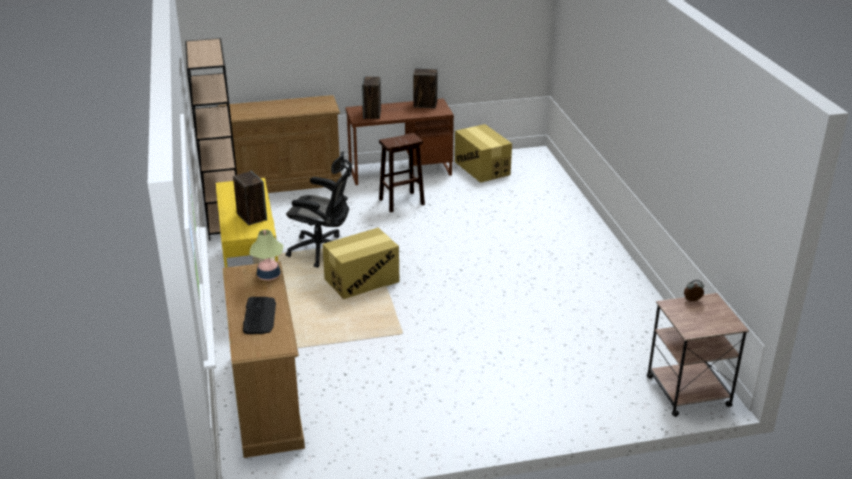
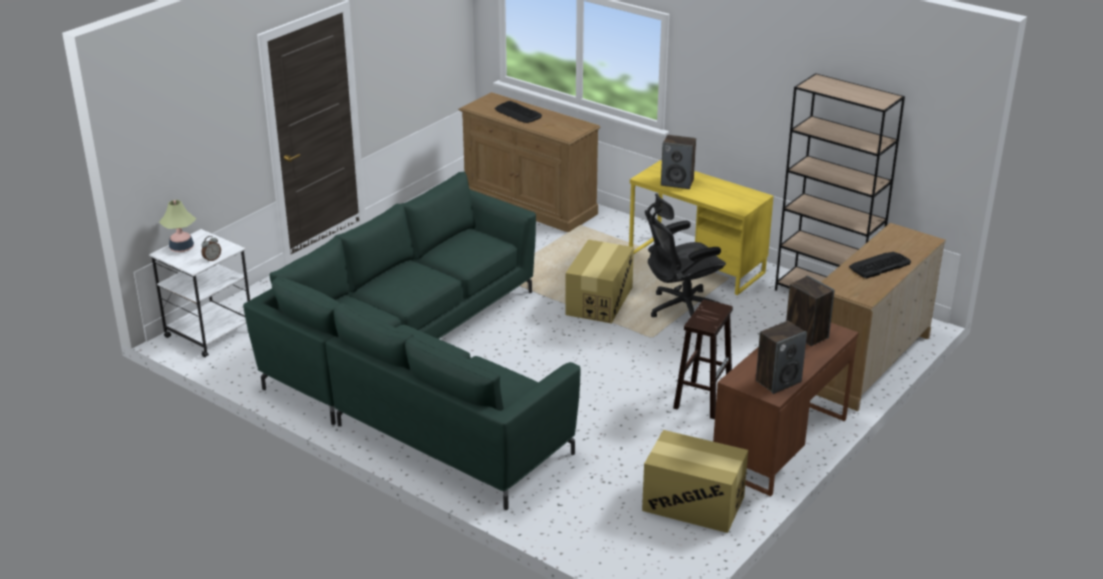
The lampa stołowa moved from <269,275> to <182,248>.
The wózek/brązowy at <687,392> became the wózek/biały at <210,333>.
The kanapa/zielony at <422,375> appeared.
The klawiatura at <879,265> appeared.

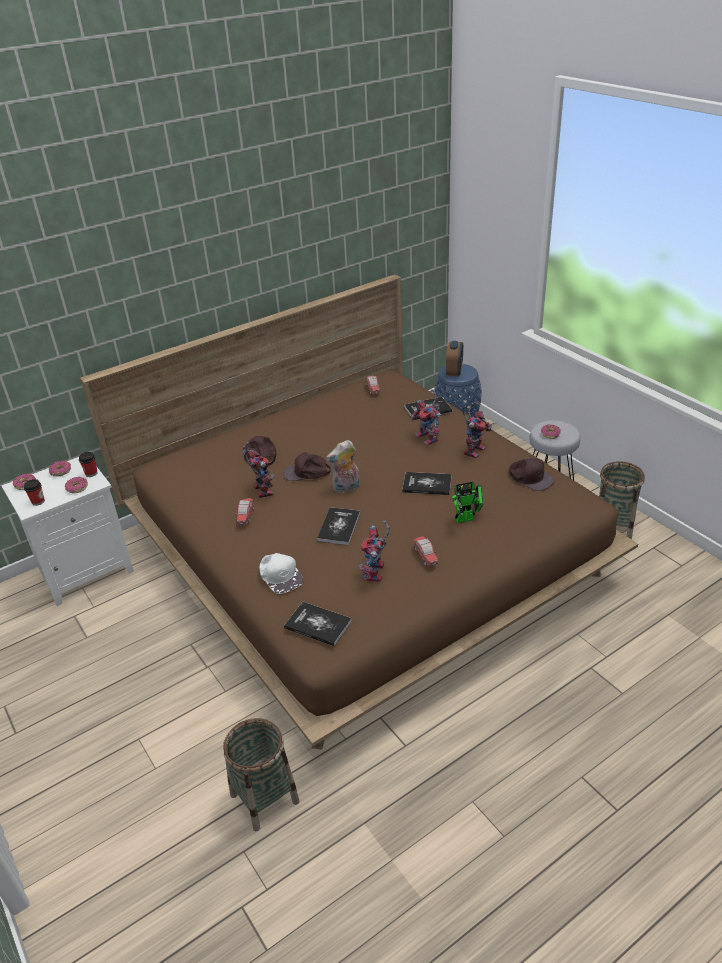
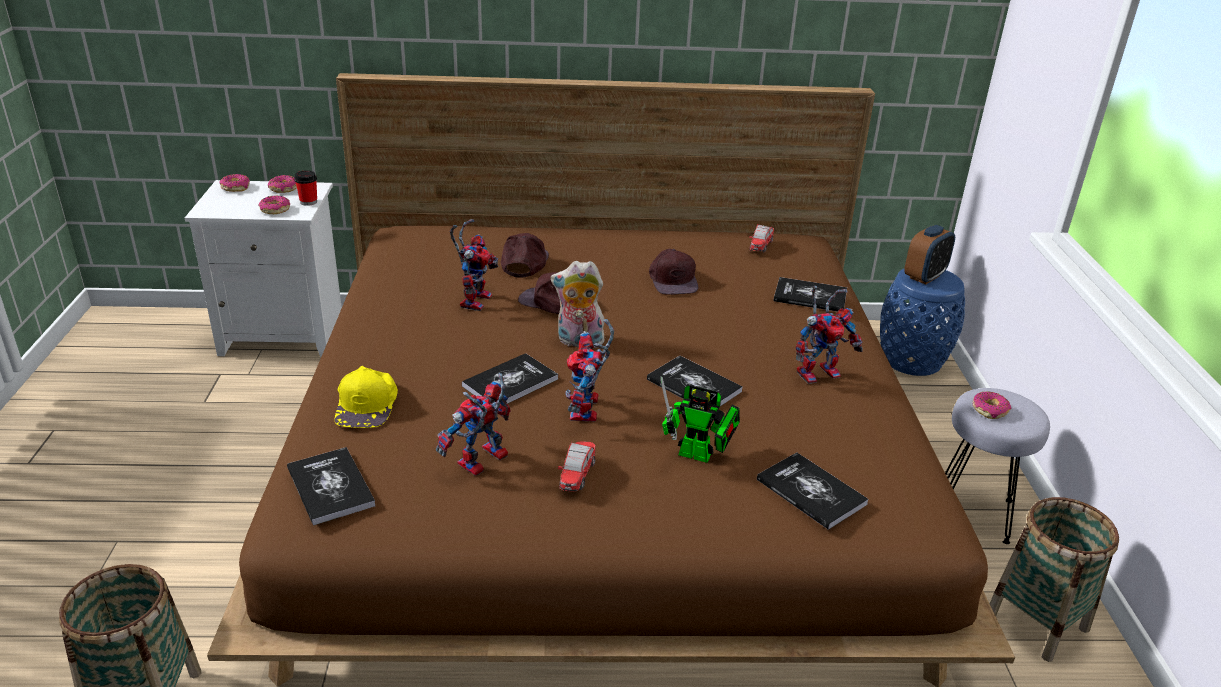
The robot zabawkowy moved from <429,439> to <587,412>.
The czapka z daszkiem/brązowy moved from <530,477> to <673,279>.
The filiżanka at <38,501> disappeared.
The samochodzik at <246,516> disappeared.
The czapka z daszkiem/biały at <280,575> became the czapka z daszkiem/żółty at <368,404>.
The książka at <811,492> appeared.

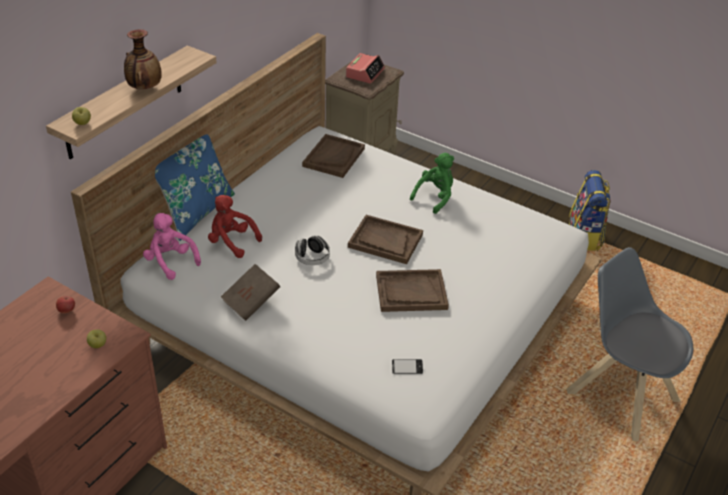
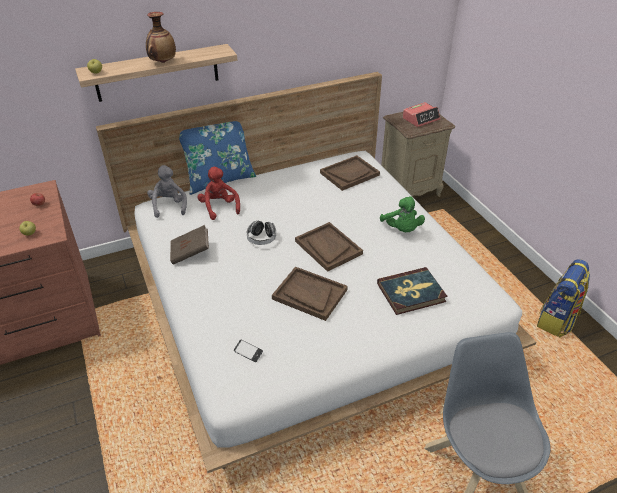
The pluszak/zielony at <435,197> turned 90 degrees clockwise.
The pluszak/różowy at <170,261> became the pluszak/szary at <169,206>.
The książka at <411,293> appeared.

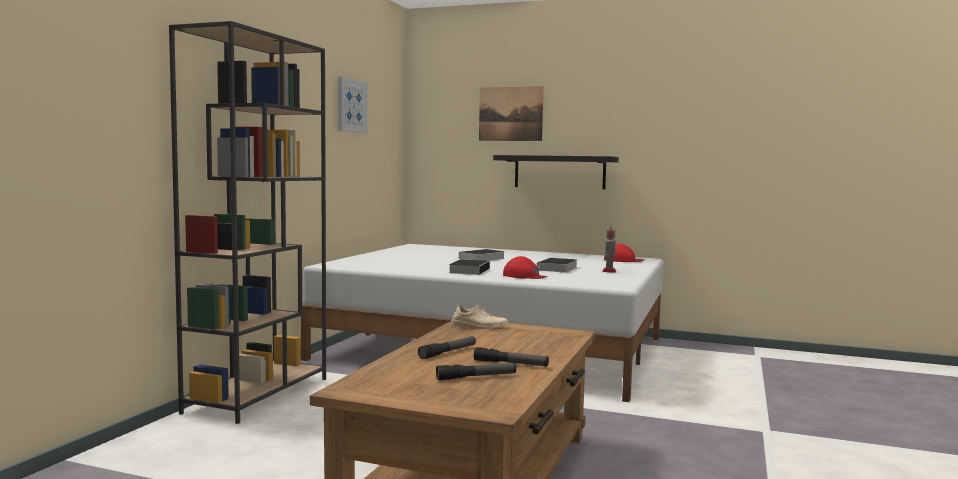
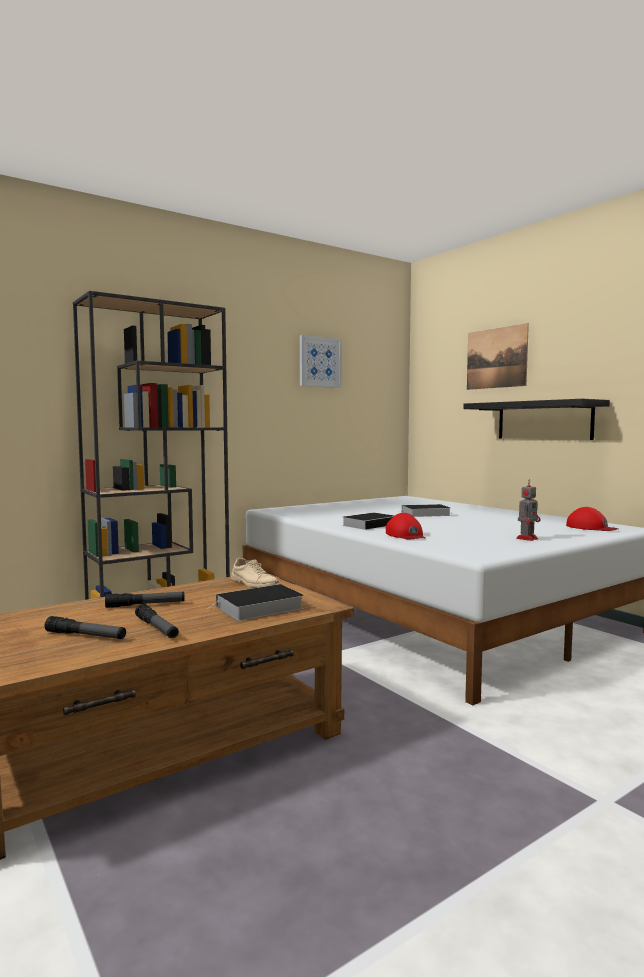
The książka moved from <557,269> to <258,608>.

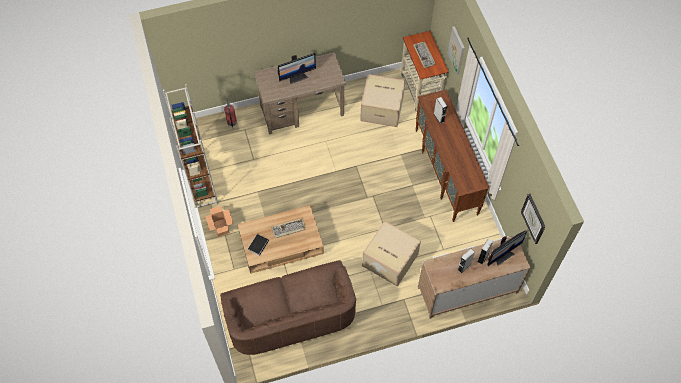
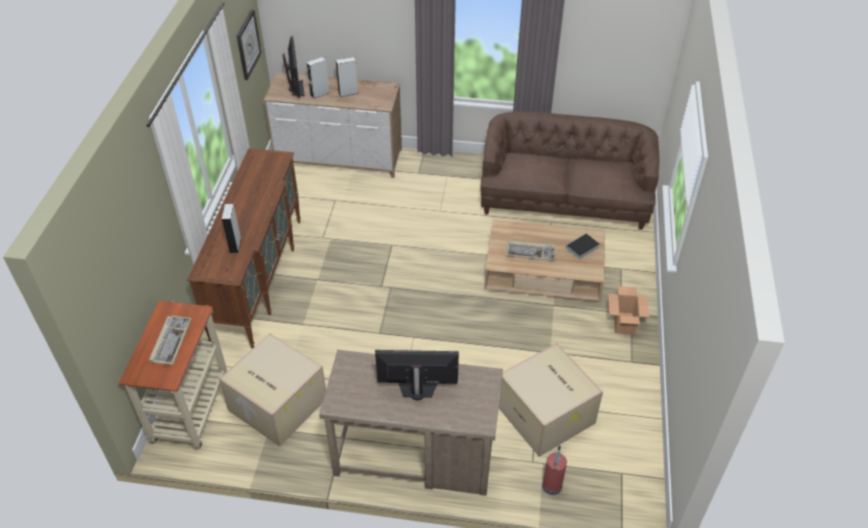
The obraz at <457,50> disappeared.
The regał/brązowy at <200,180> disappeared.
The karton moved from <389,260> to <547,414>.
The monitor at <502,255> turned 90 degrees clockwise.

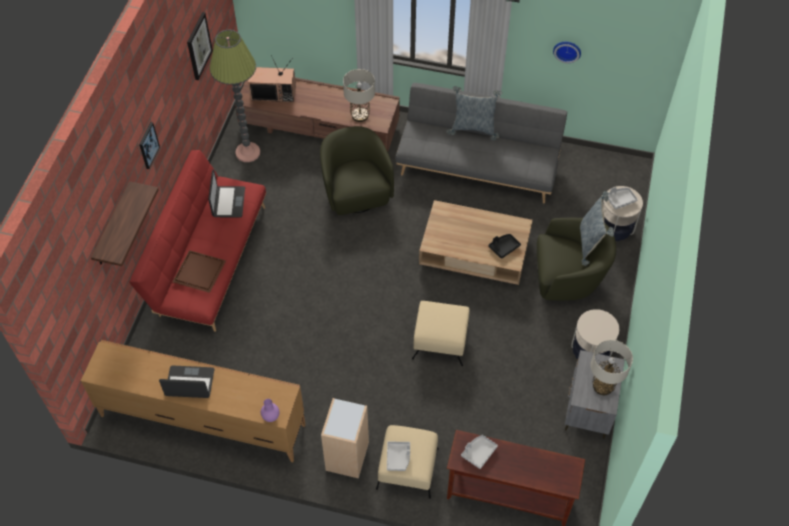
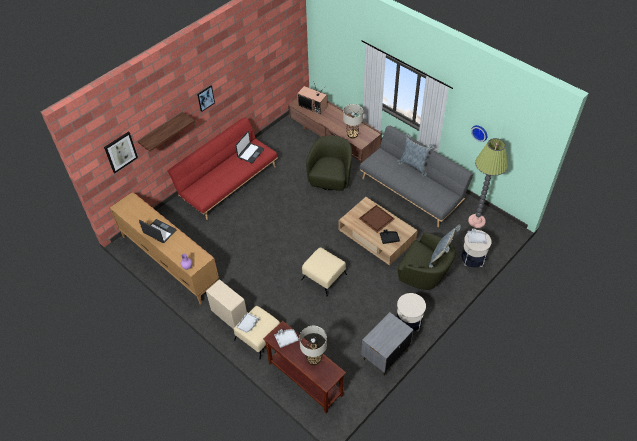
The obraz moved from <198,46> to <120,152>.
The lampa stojąca moved from <248,152> to <476,221>.
The taca/brązowy moved from <198,272> to <375,219>.
The lampa stołowa moved from <603,386> to <314,358>.
The regał at <346,457> was replaced by the szafka nocna/beżowy at <230,315>.

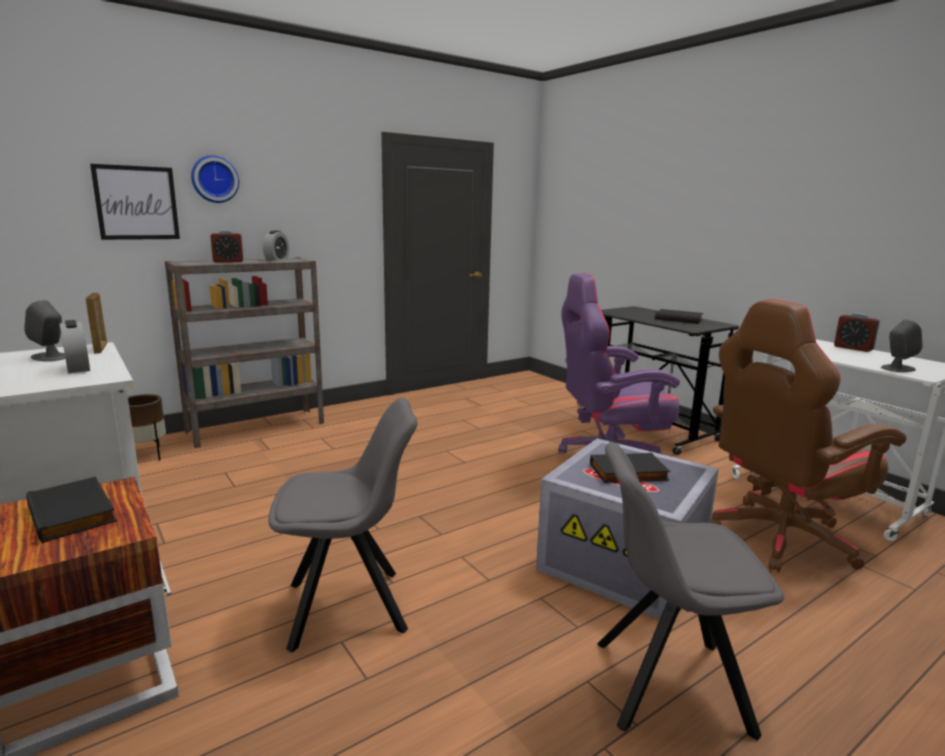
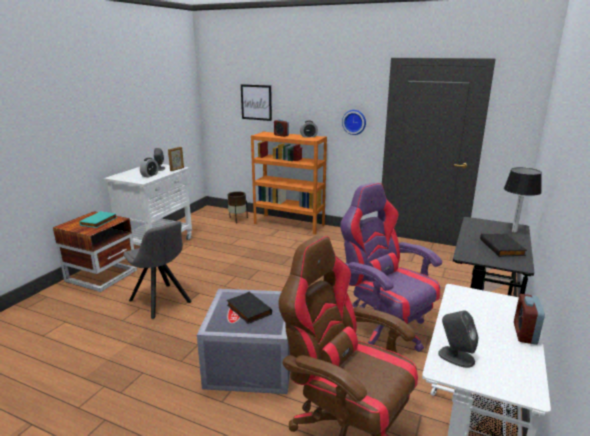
The zegar ścienny moved from <214,179> to <354,122>.
The regał/szary at <256,427> became the regał/pomarańczowy at <289,224>.
The krzesło/szary at <669,685> disappeared.
The książka/czarny at <74,513> became the książka/turkusowy at <99,221>.
The lampa stołowa at <514,231> appeared.

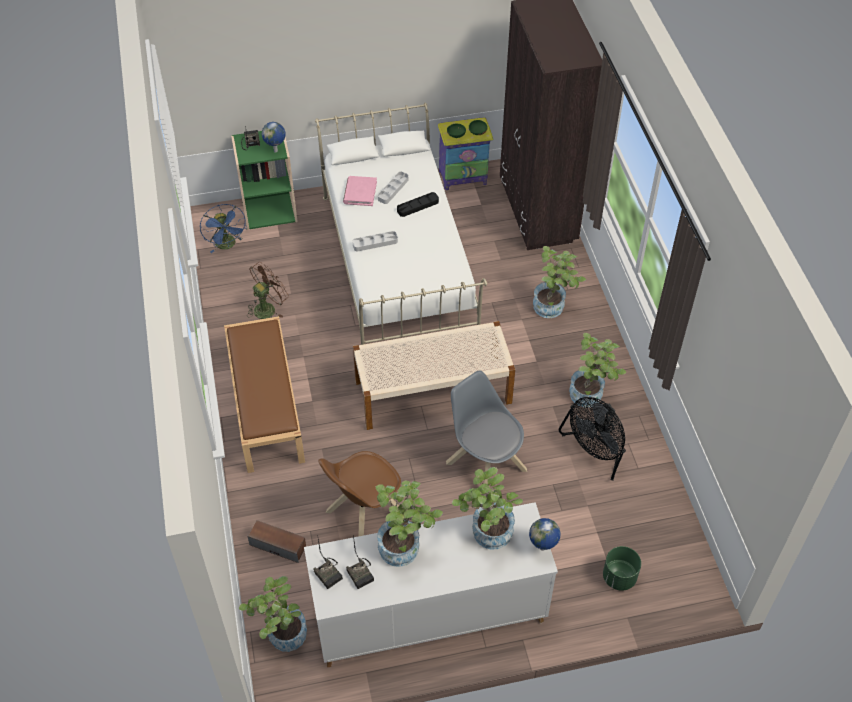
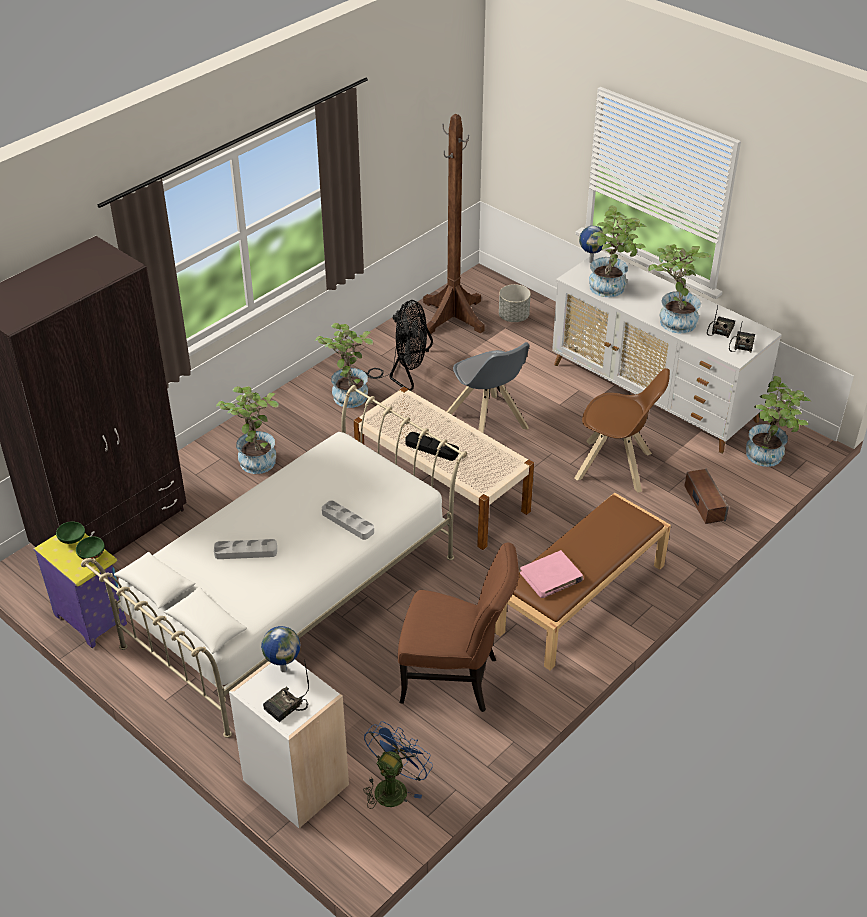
The regał/zielony at <270,210> became the regał/biały at <294,782>.
The książka/różowy moved from <360,192> to <551,577>.
The taca/czarny moved from <417,206> to <432,448>.
The wentylator/brązowy at <268,307> was replaced by the krzesło/brązowy at <456,679>.
The krzesło/szary at <484,464> turned 45 degrees counterclockwise.
The donica/zielony at <619,577> became the donica/szary at <513,317>.
The wieszak/brązowy at <453,316> appeared.

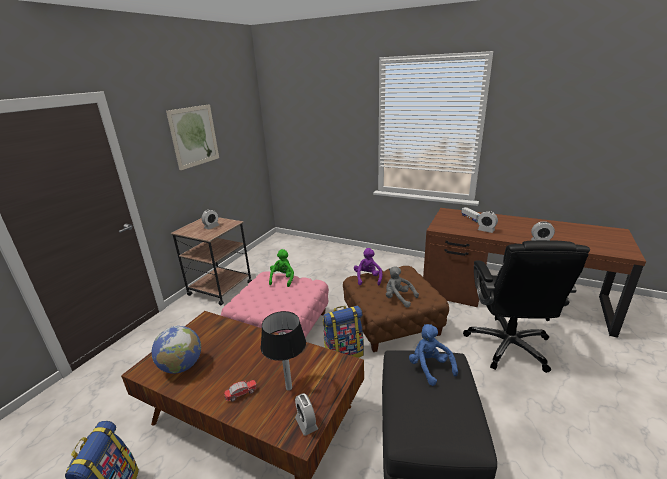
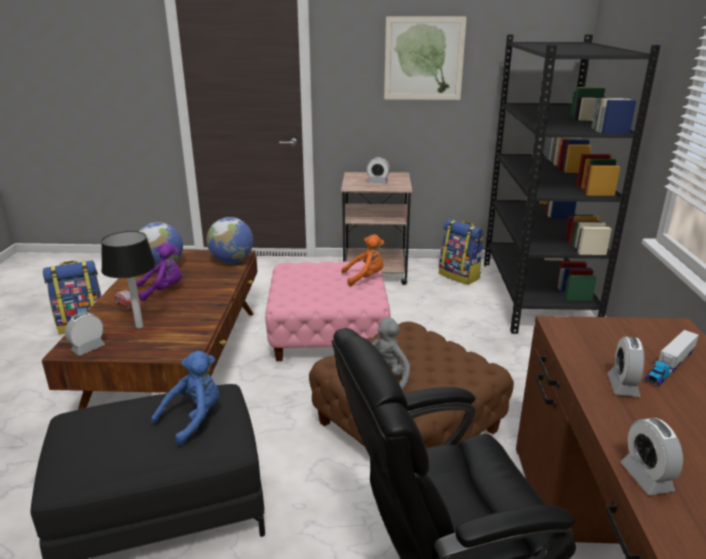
The pluszak/fioletowy moved from <368,278> to <163,290>.
The pluszak/zielony at <283,279> became the pluszak/pomarańczowy at <365,277>.
The plecak moved from <344,353> to <459,276>.
The regał/czarny at <535,296> appeared.
The globus at <232,261> appeared.

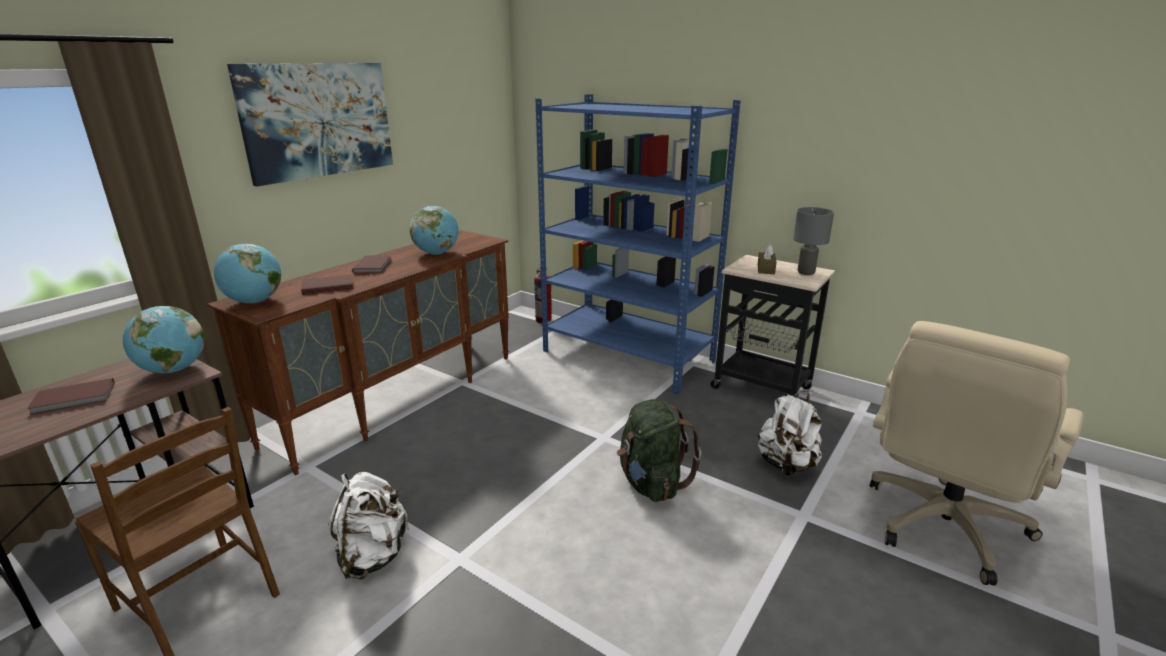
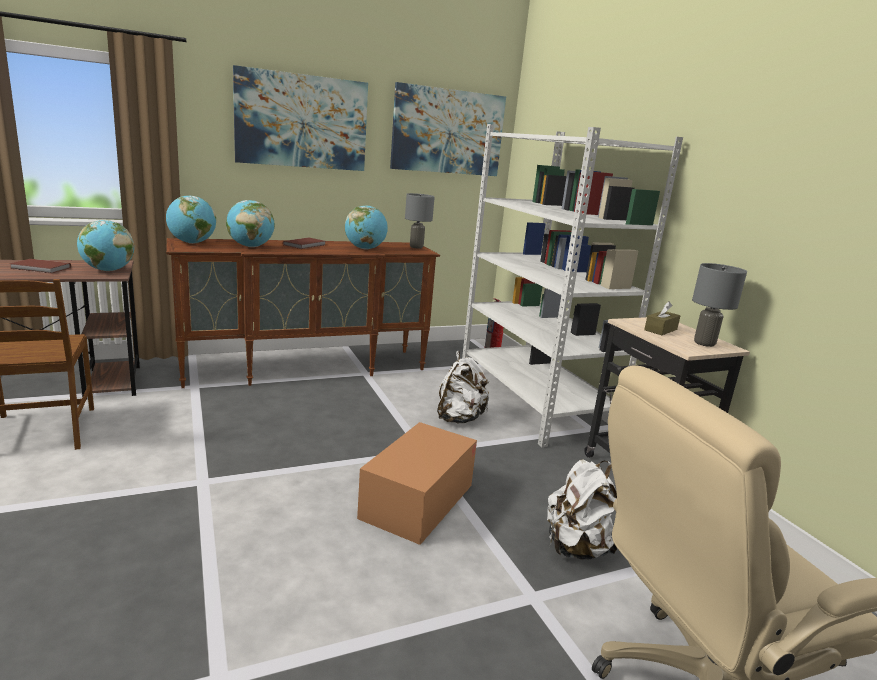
The regał/niebieski at <628,356> became the regał/biały at <533,402>.
The książka/brązowy at <327,286> was replaced by the globus at <250,246>.
The plecak/zielony at <651,483> was replaced by the karton at <417,501>.
The plecak/biały moved from <373,556> to <459,418>.
The obraz at <448,131> appeared.
The lampa stołowa/szary at <415,247> appeared.

